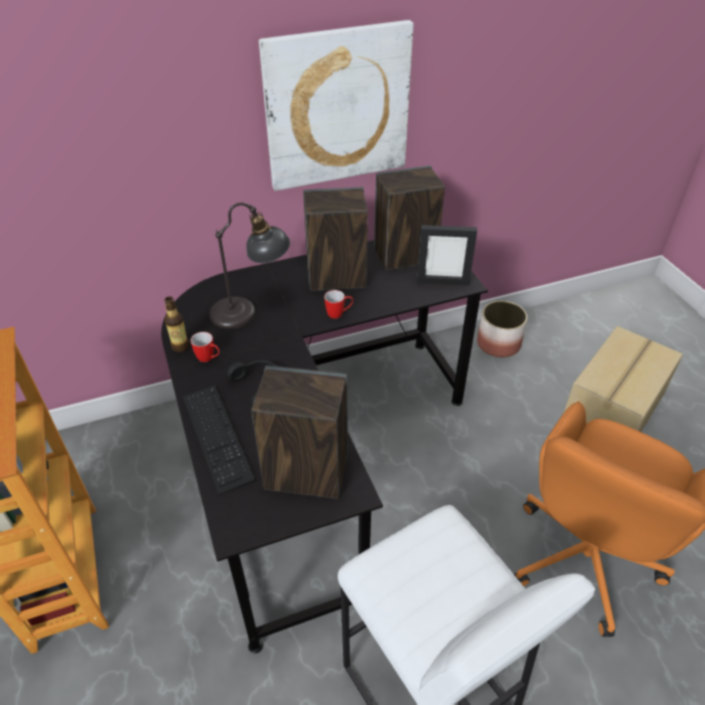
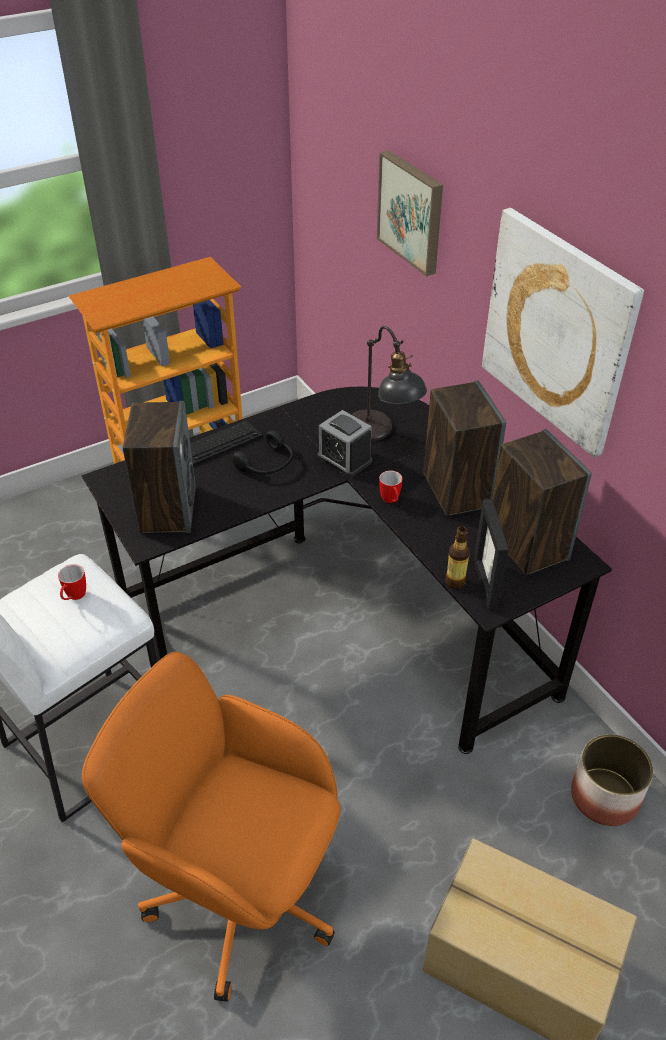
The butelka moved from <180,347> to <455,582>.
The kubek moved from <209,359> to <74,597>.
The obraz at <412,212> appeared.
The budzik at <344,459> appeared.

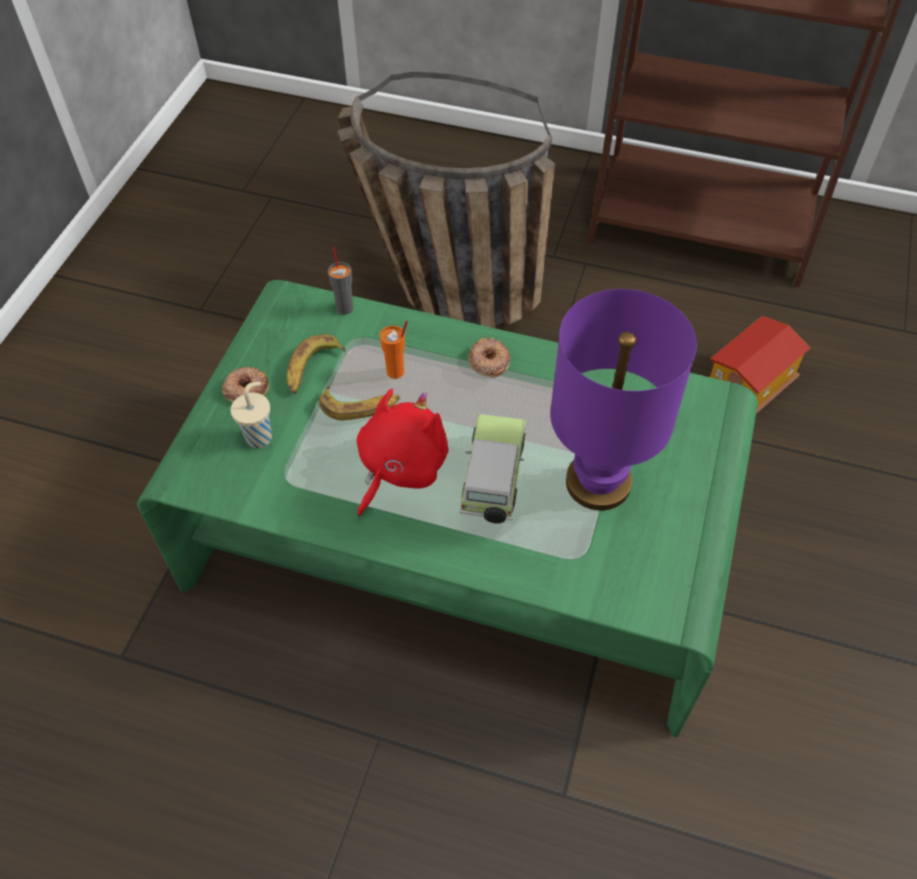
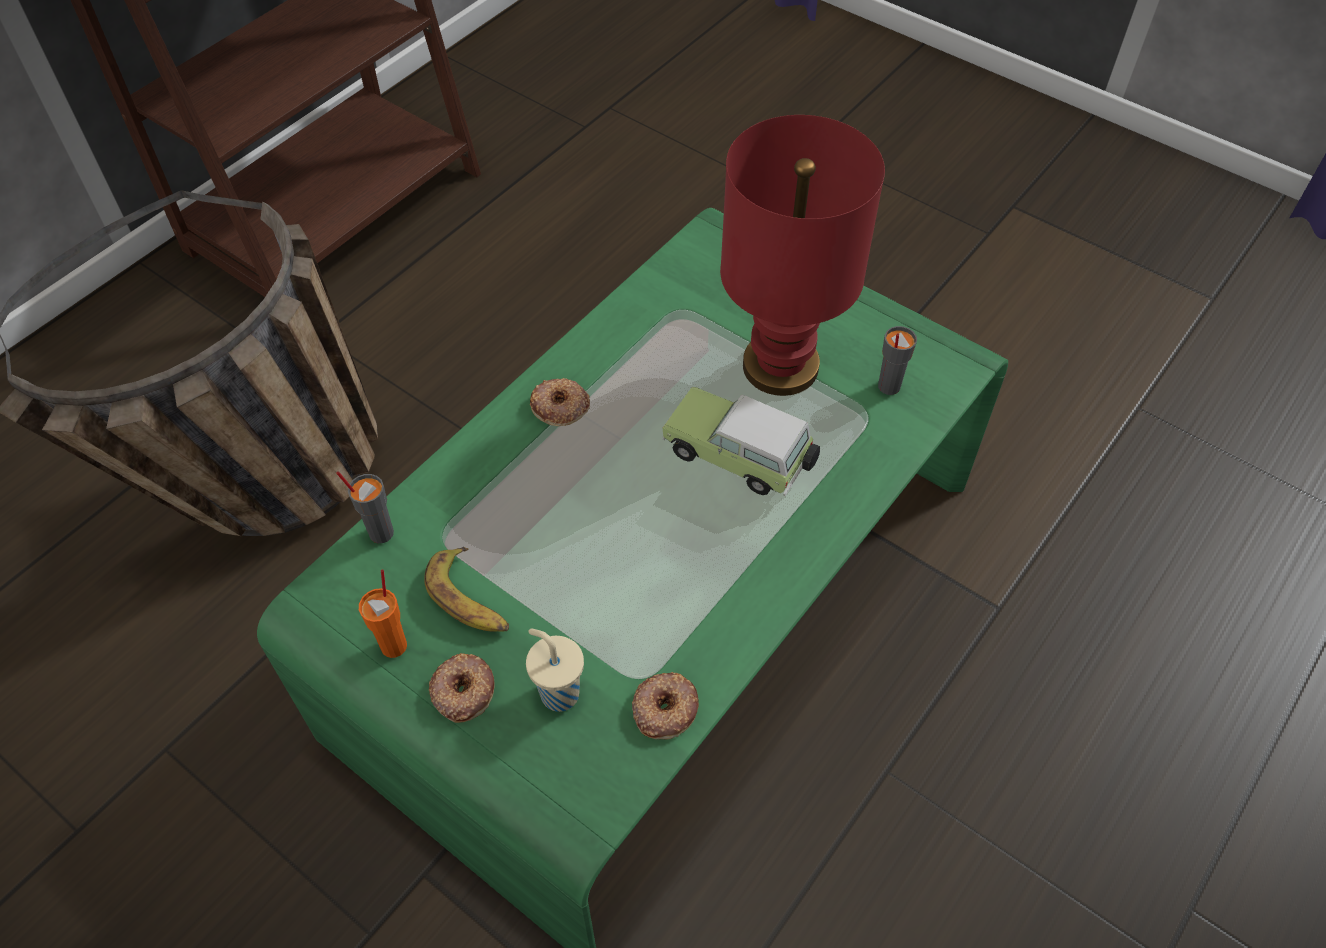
The lampa stołowa/fioletowy at <596,482> became the lampa stołowa/czerwony at <779,368>.
The domek at <749,386> disappeared.
The filiżanka/pomarańczowy moved from <396,372> to <394,645>.
The banan at <360,406> disappeared.
The pluszak/czerwony at <399,467> disappeared.
The filiżanka/szary at <888,386> appeared.
The donut at <664,708> appeared.

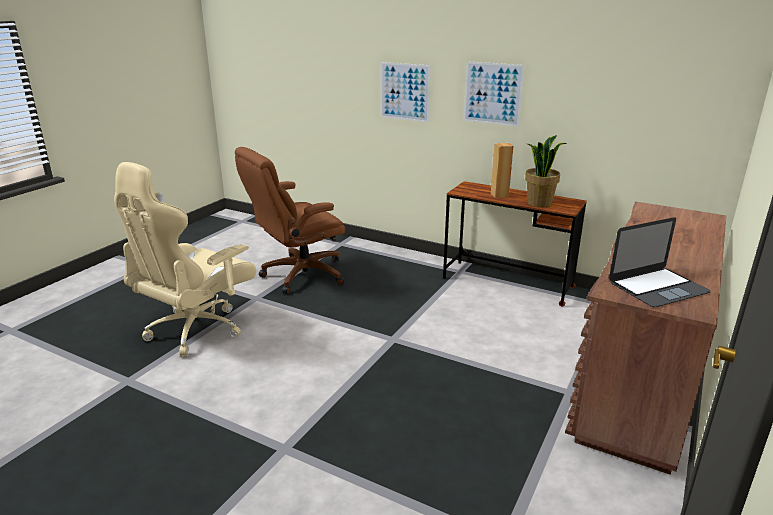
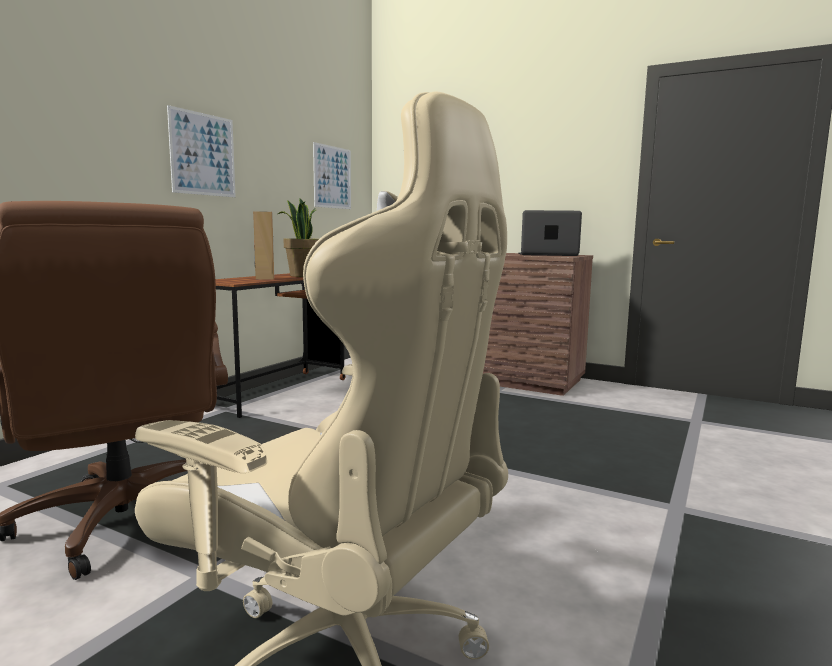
The obraz moved from <404,92> to <332,177>.
The laptop at <658,287> turned 60 degrees counterclockwise.

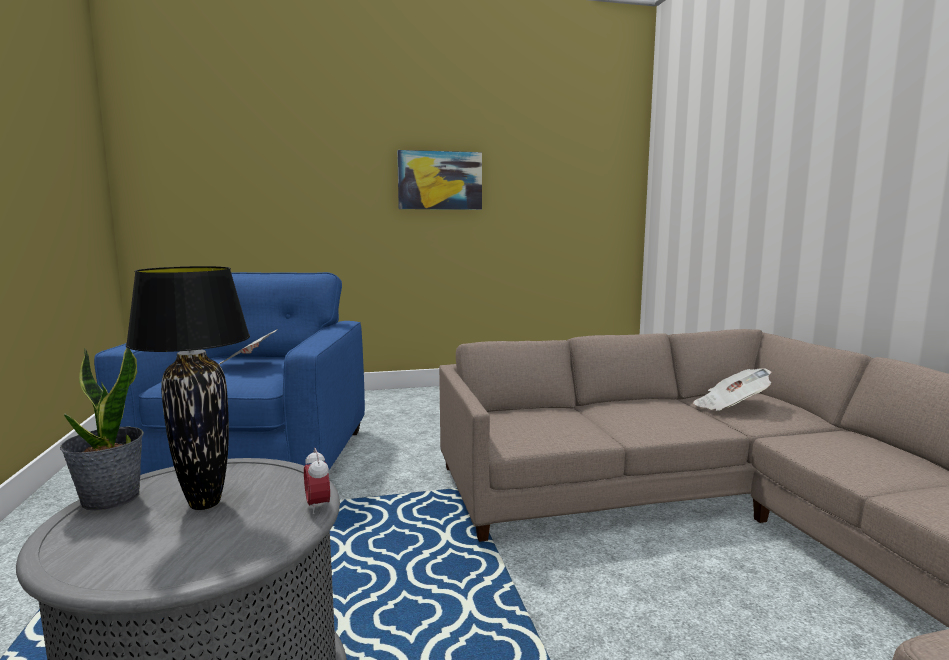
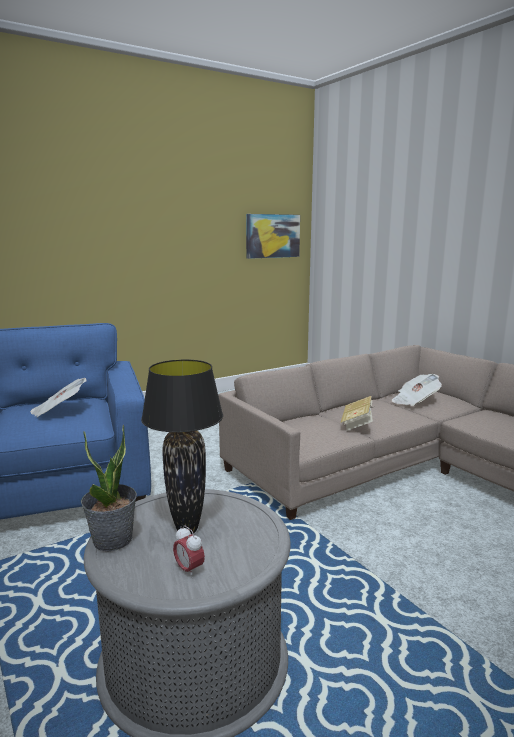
The obraz moved from <440,180> to <272,236>.
The budzik moved from <318,506> to <189,570>.
The książka at <357,423> appeared.

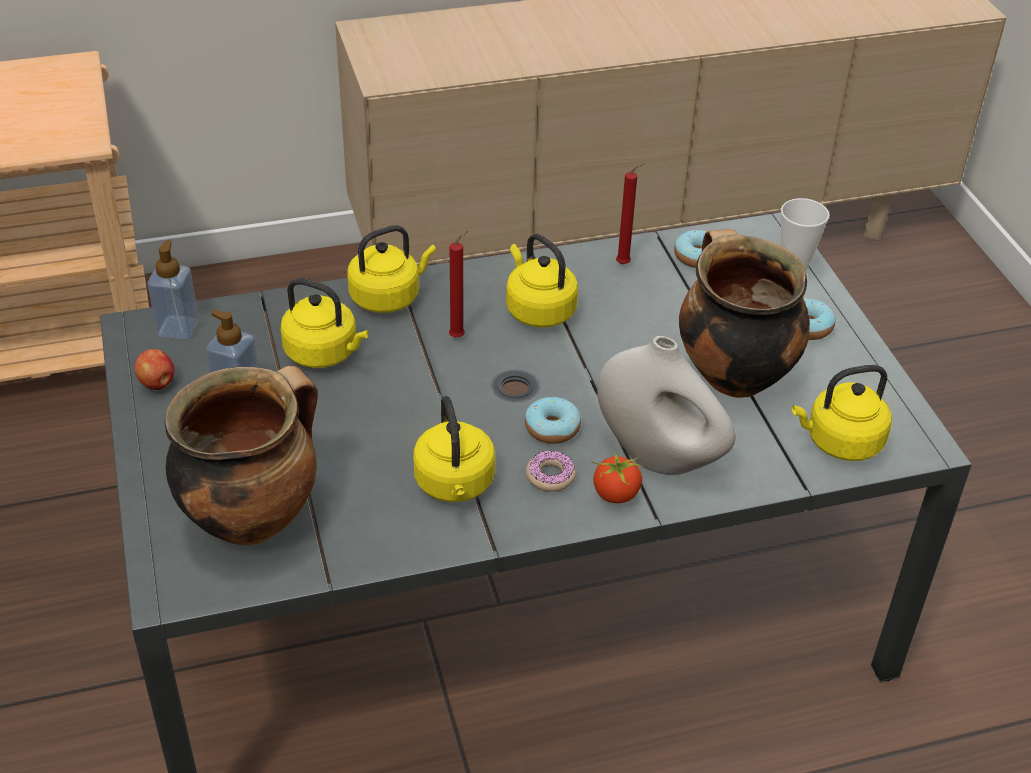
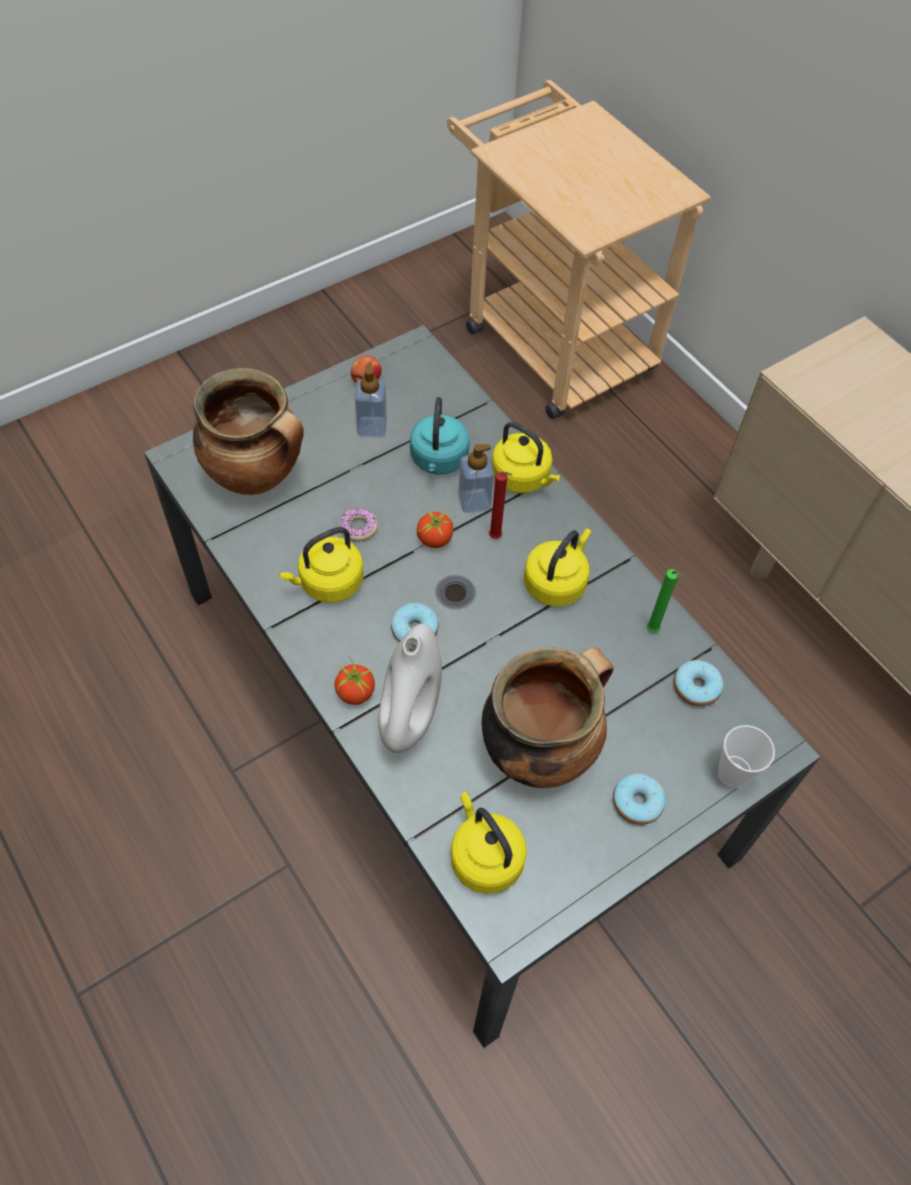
The świeca/czerwony at <625,264> became the świeca/zielony at <653,631>.
The dozownik mydła moved from <178,328> to <474,501>.
The czajnik/żółty at <324,353> became the czajnik/turkusowy at <438,460>.
The donut moved from <550,476> to <358,528>.
The pomidor at <435,539> appeared.

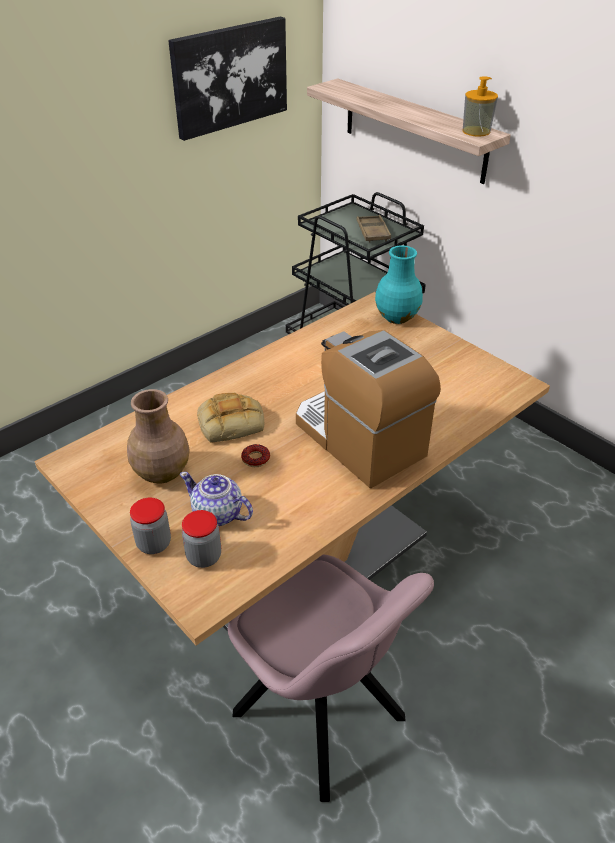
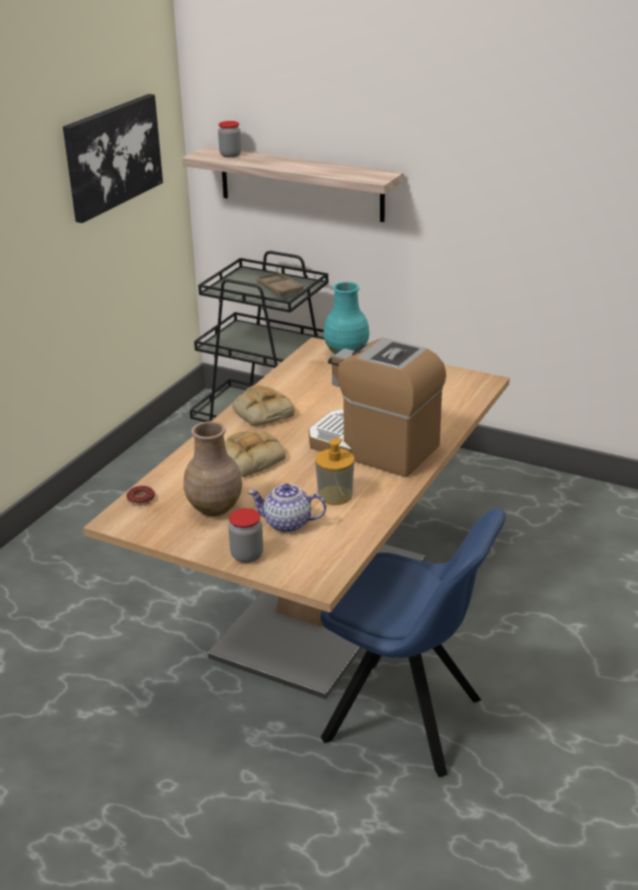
The dozownik mydła moved from <476,131> to <335,495>.
The donut moved from <255,459> to <141,499>.
The słoik moved from <204,557> to <230,155>.
The krzesło/różowy at <320,716> became the krzesło/niebieski at <404,719>.
The chleb at <261,412> appeared.

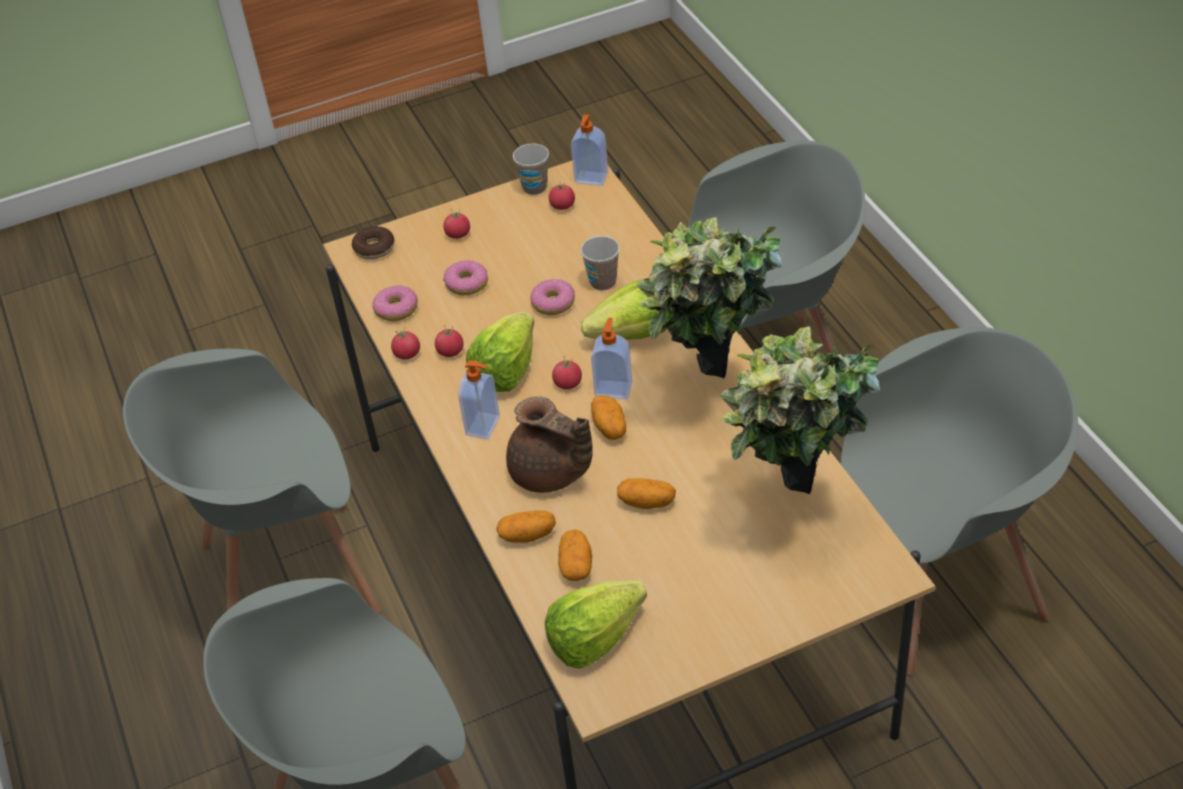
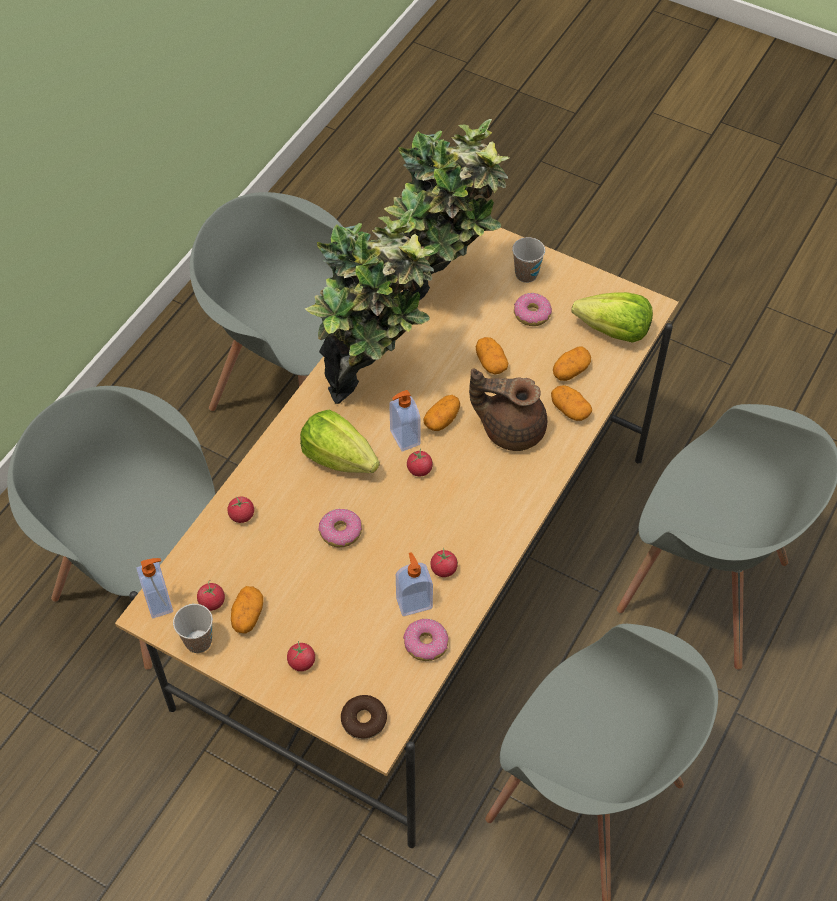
The filiżanka moved from <603,282> to <526,274>.
The donut moved from <466,284> to <532,314>.
The sałata at <506,371> disappeared.
The pomidor moved from <407,354> to <241,515>.
The dozownik mydła moved from <484,426> to <414,602>.
The imbryk/brązowy at <550,474> turned 75 degrees counterclockwise.
The ziemniak at <247,616> appeared.

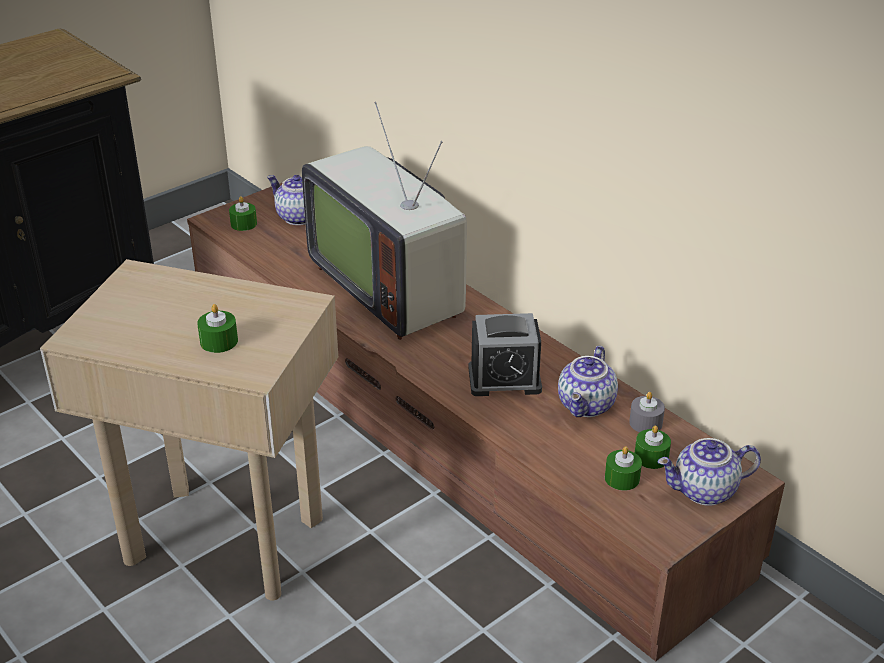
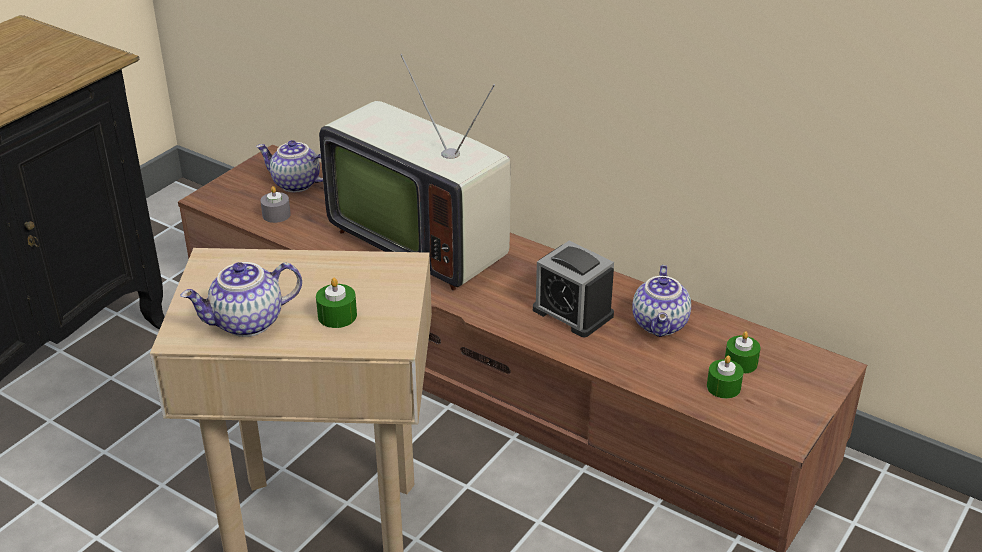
The świeca/zielony at <243,224> disappeared.
The budzik at <504,379> turned 60 degrees clockwise.
The świeca/szary moved from <645,423> to <276,215>.
The imbryk moved from <704,492> to <247,323>.

